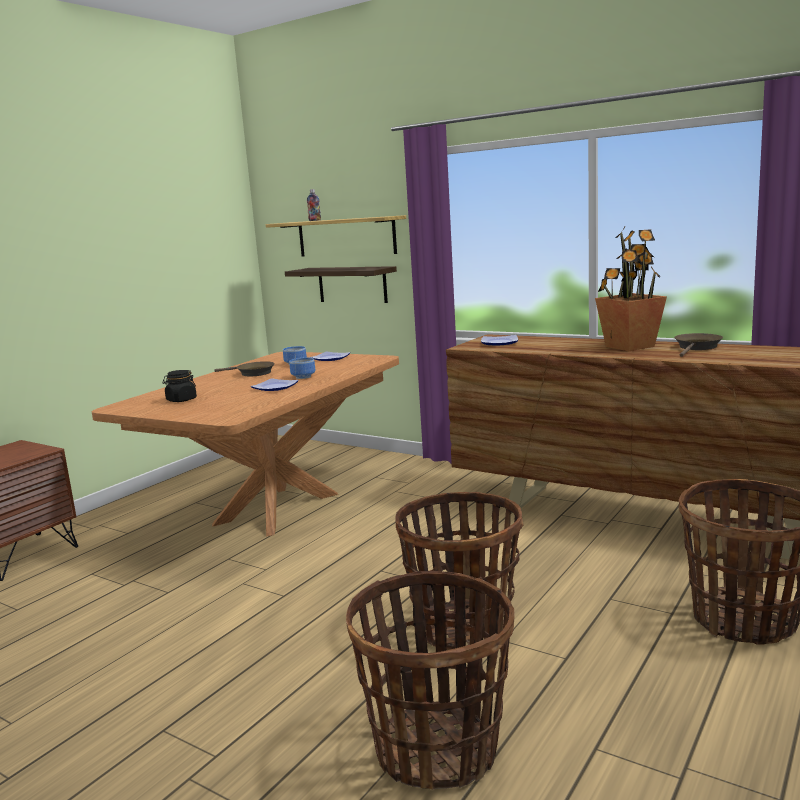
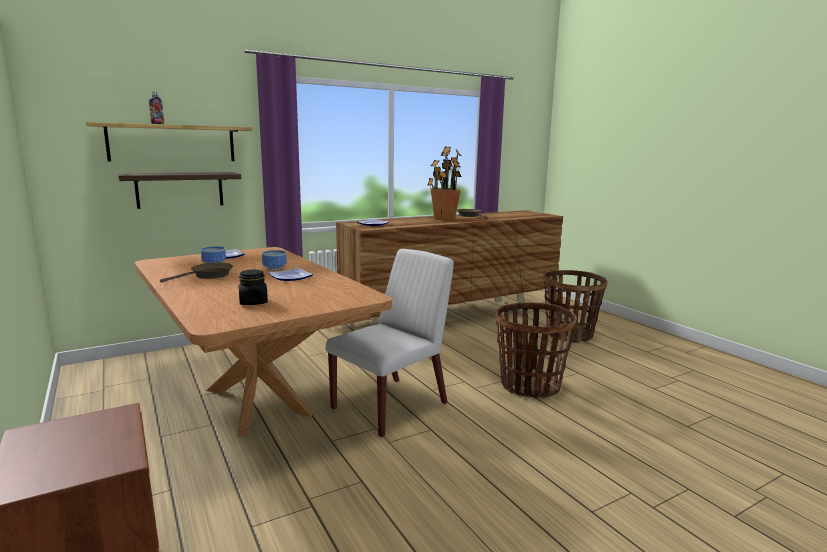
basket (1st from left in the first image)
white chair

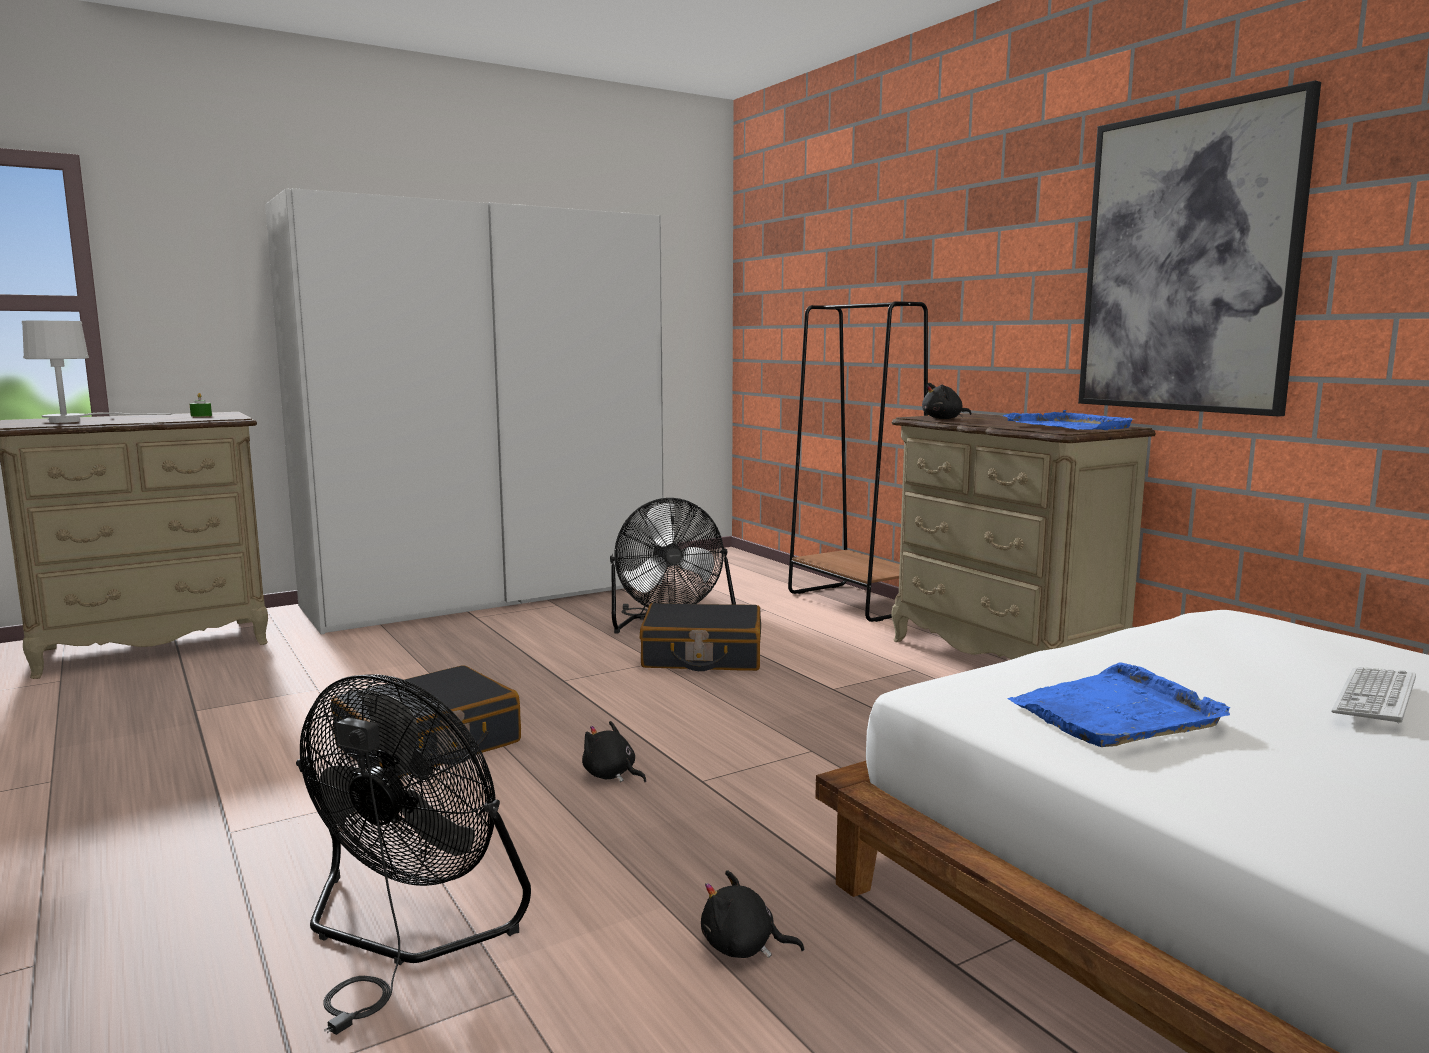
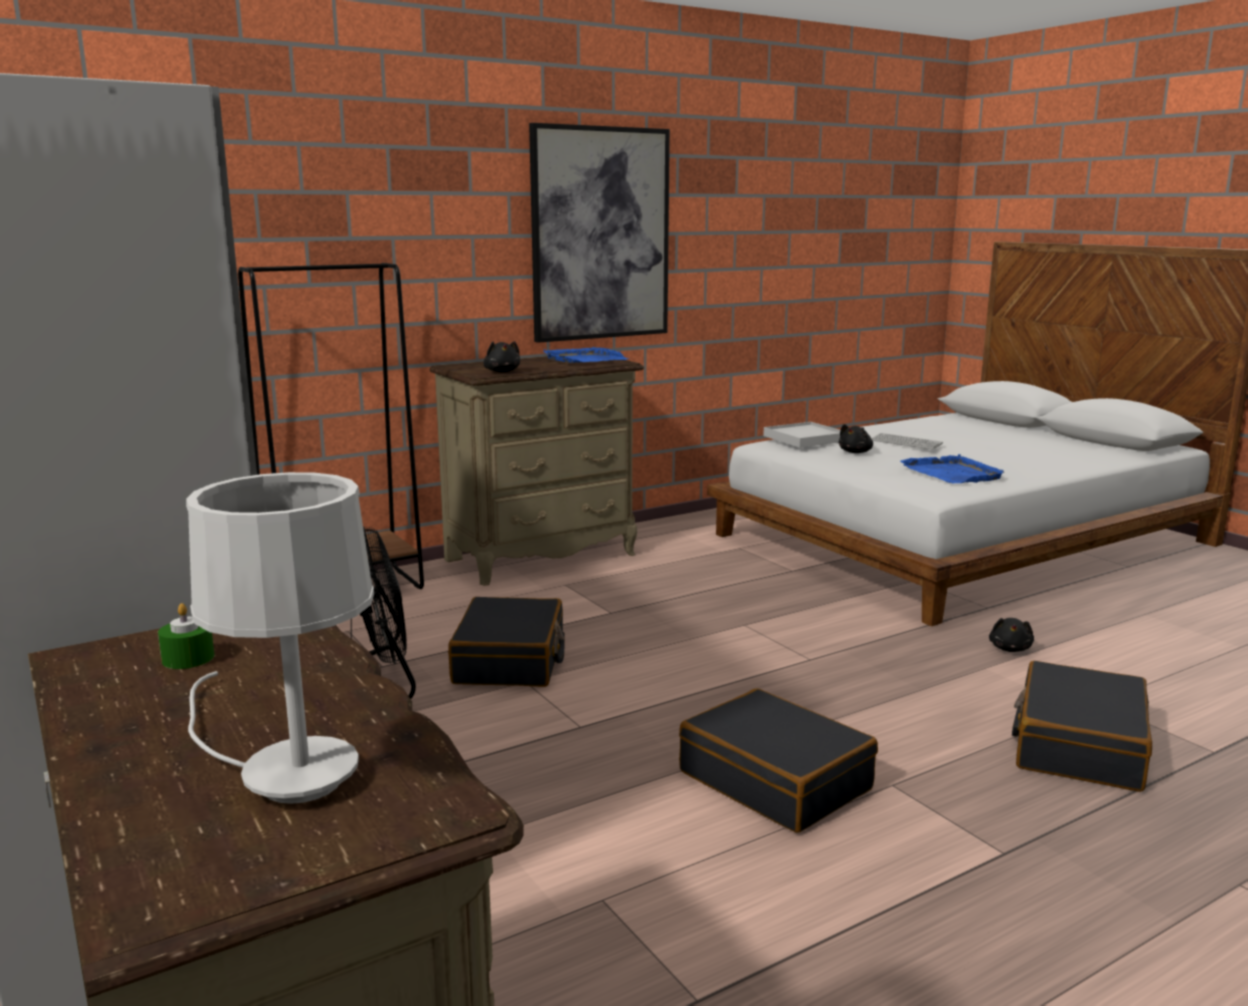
black suitcase (3rd from left)
black plush toy (2nd from left)
white tray

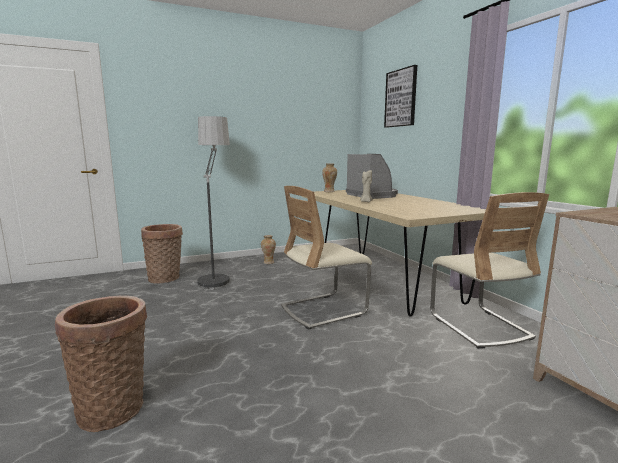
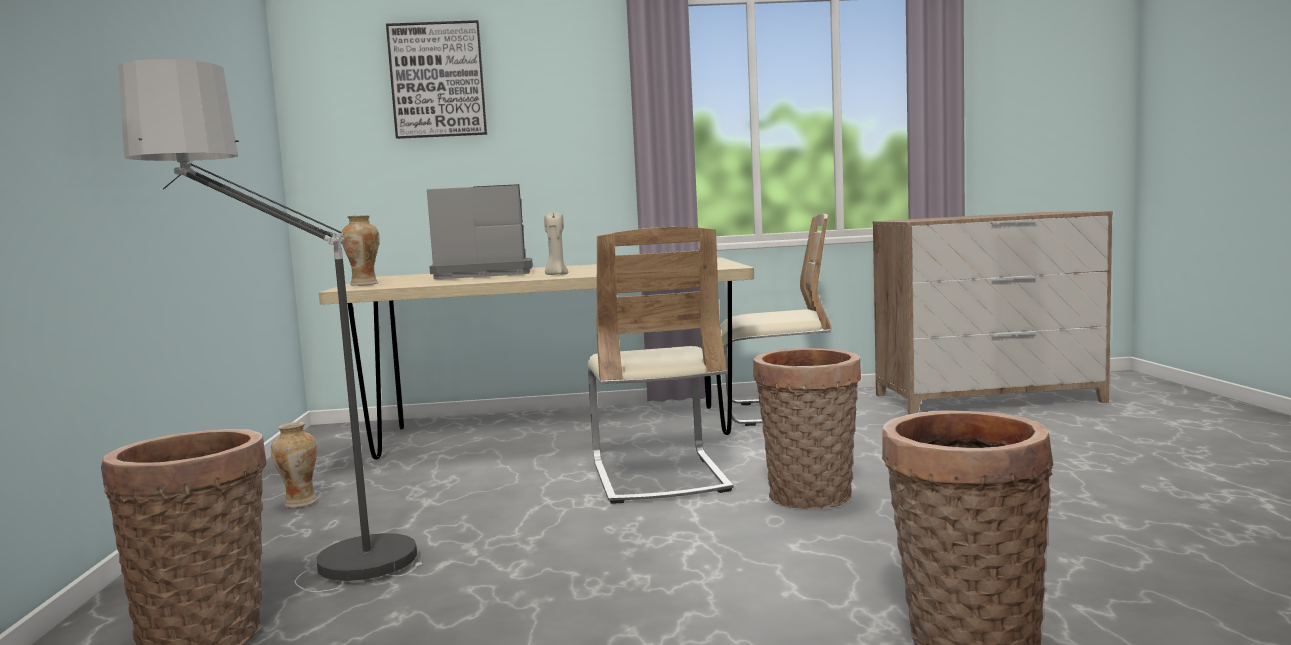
basket (2nd from left)

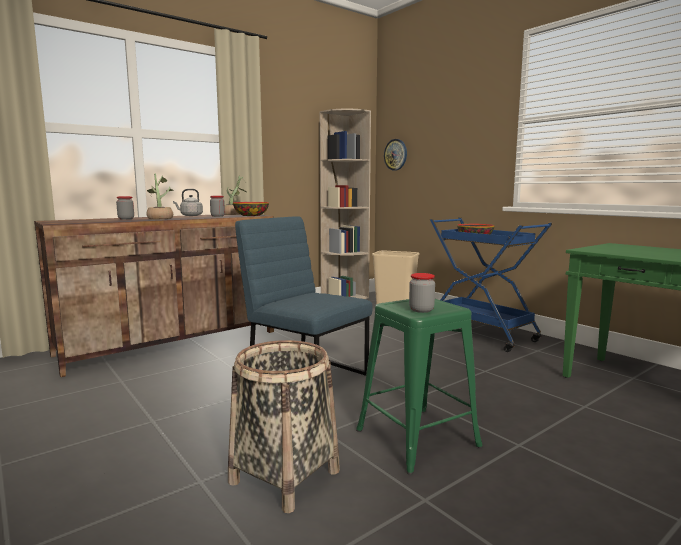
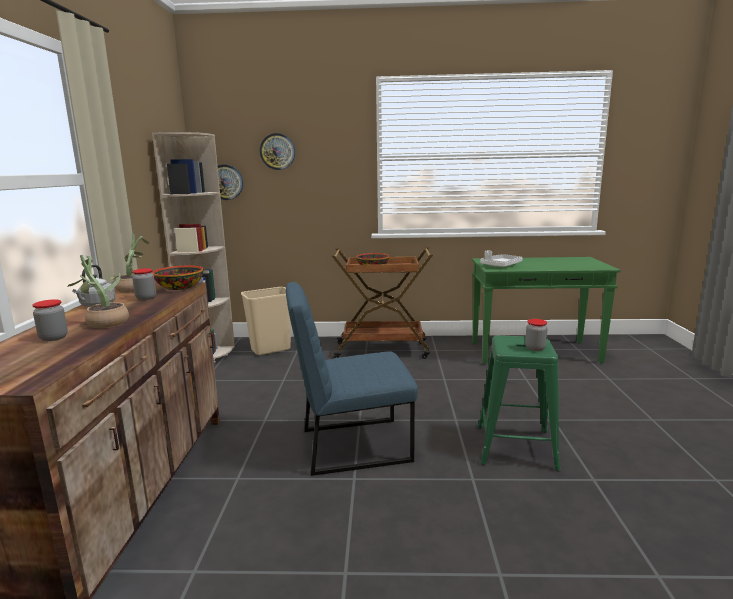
brown cart
basket
wall clock (2nd from left)
grey tray

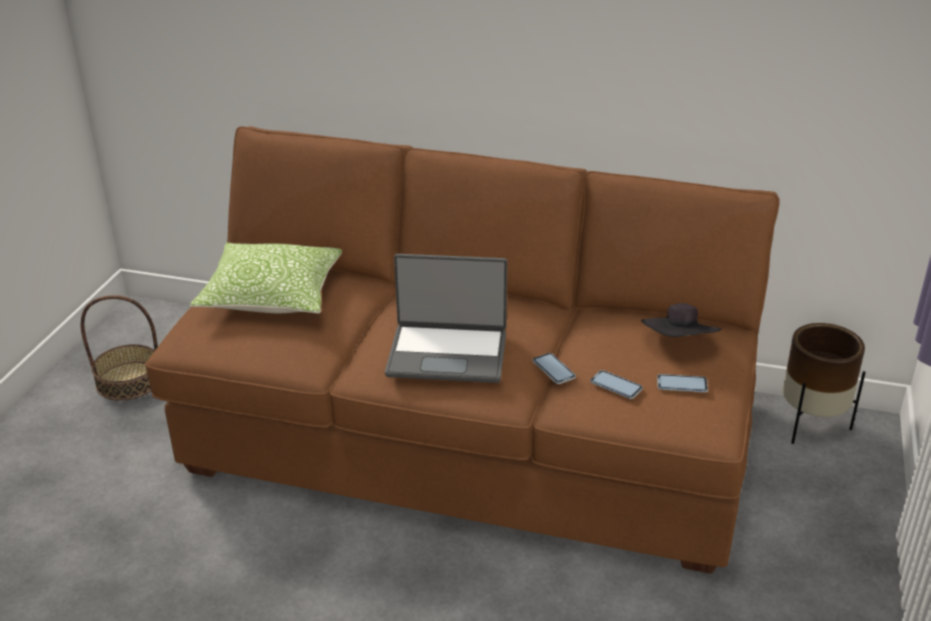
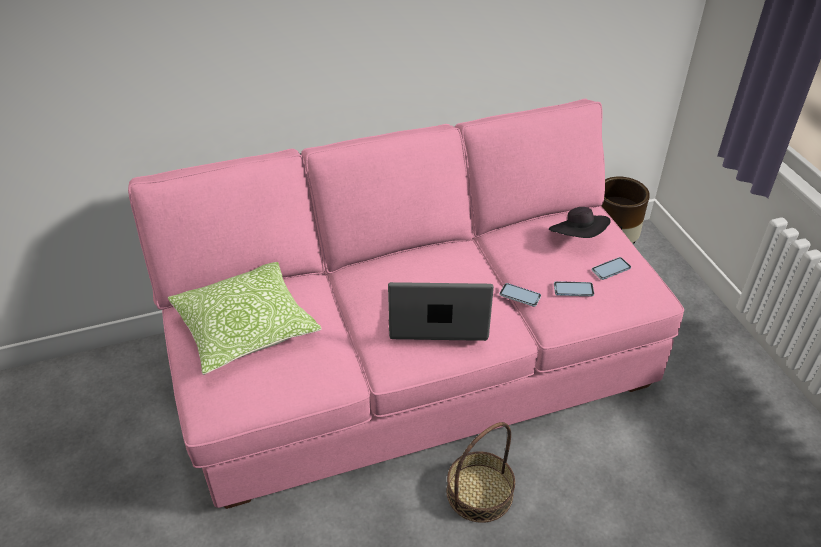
pink sofa
laptop
basket

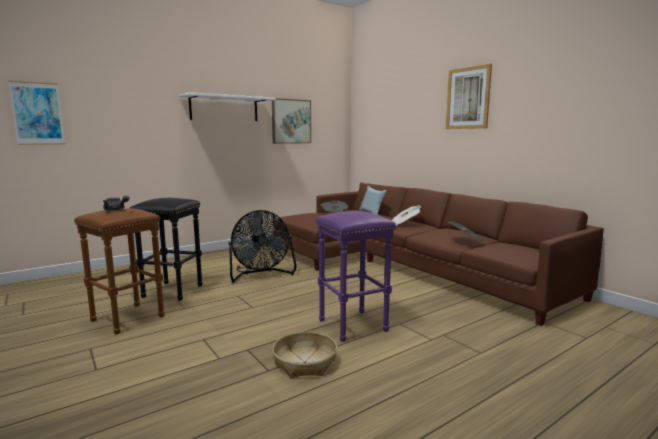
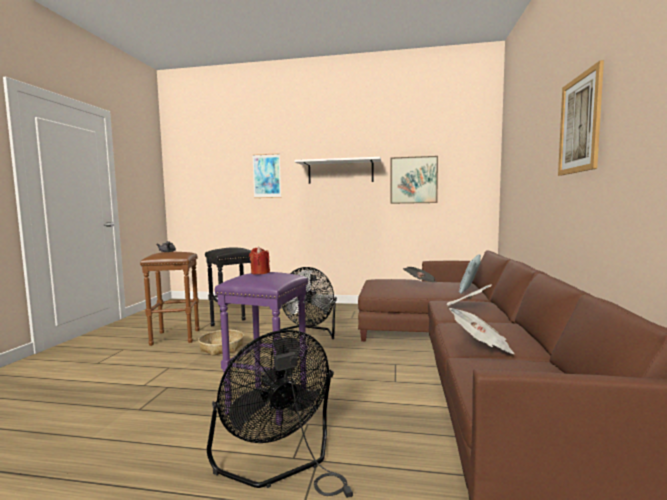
picture (1st from left)
basket
red candle
black fan (1st from left)

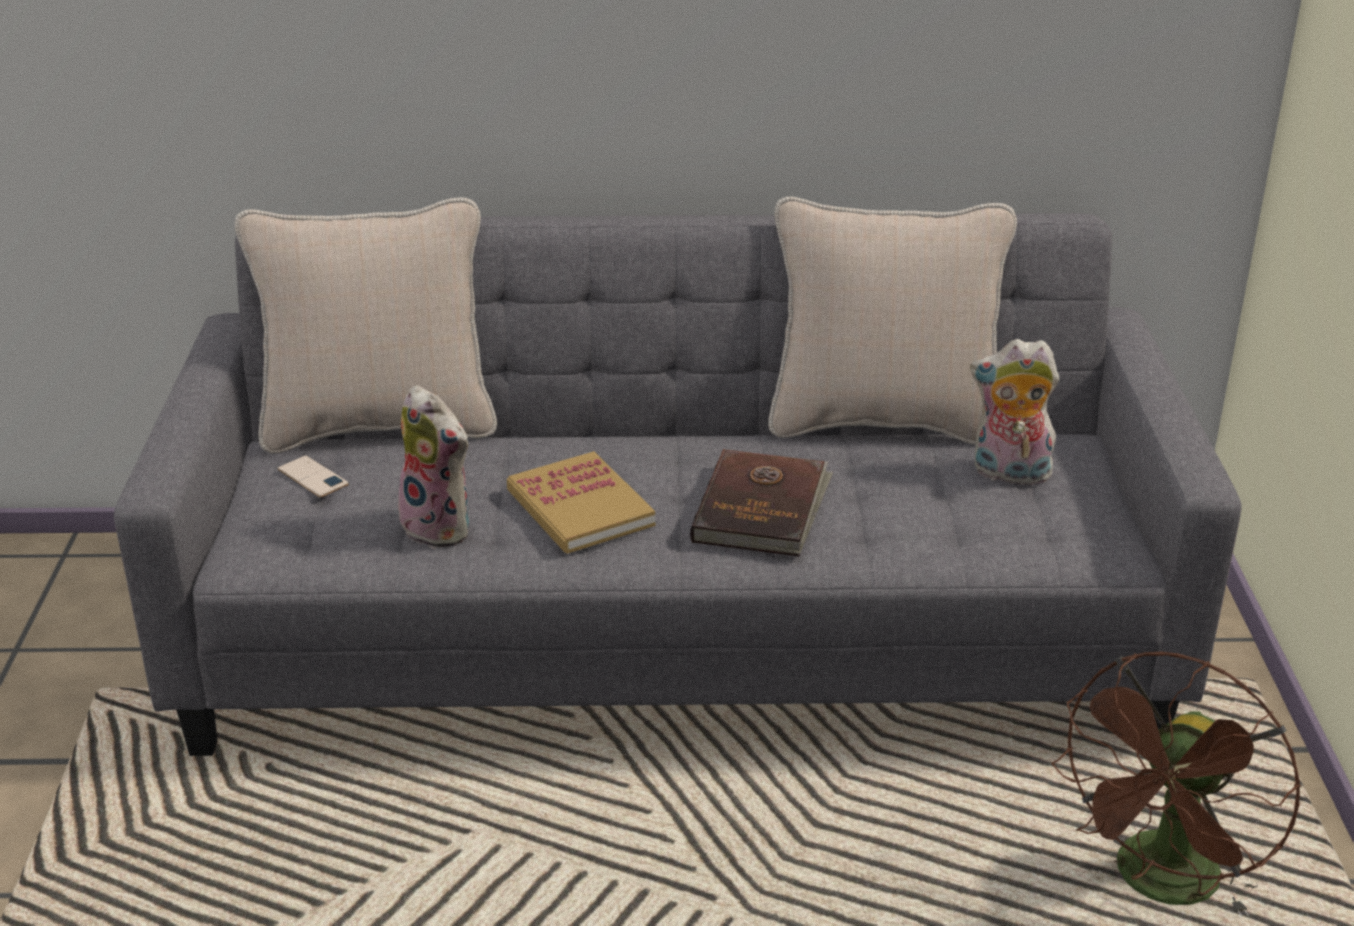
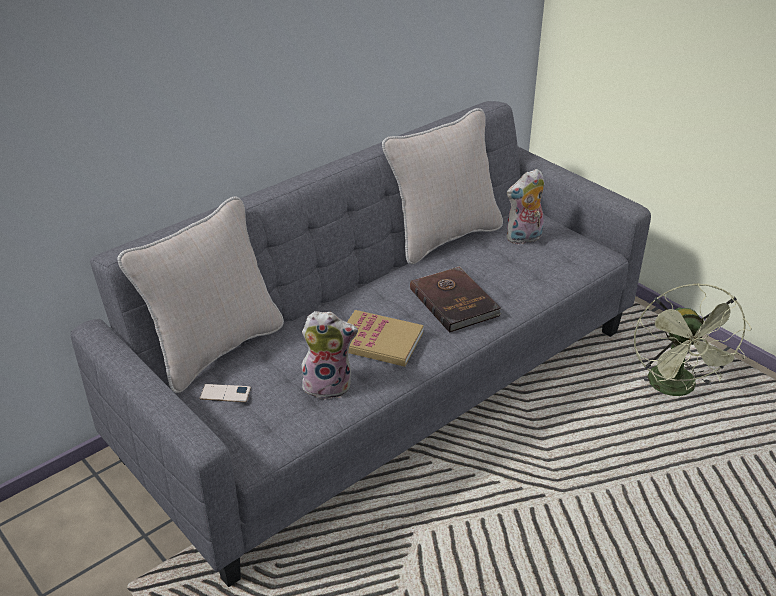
green fan

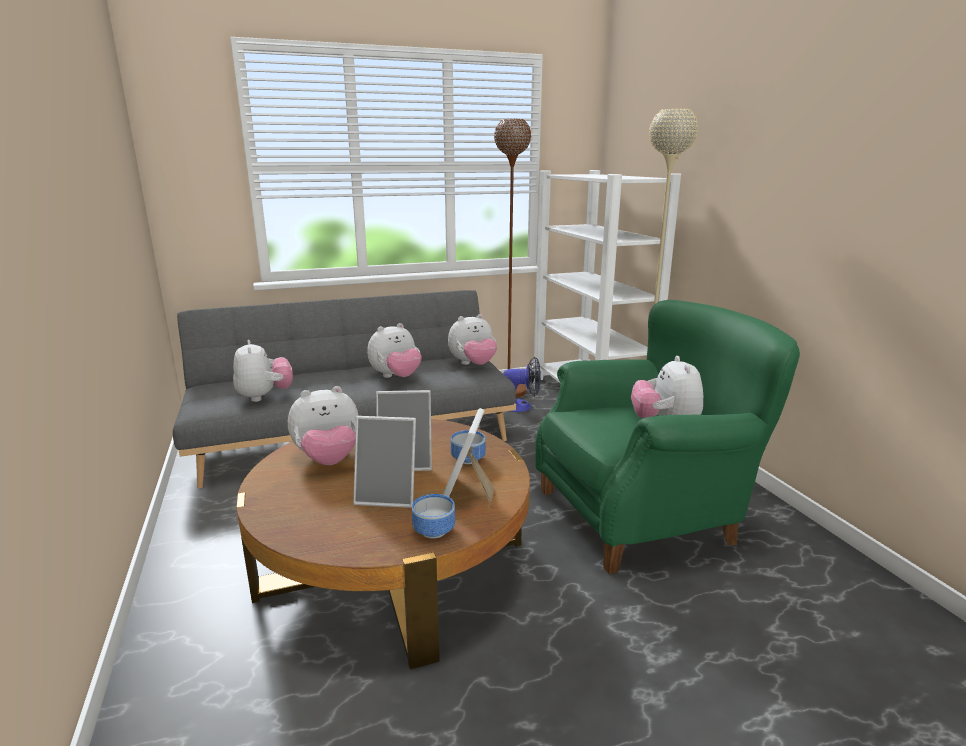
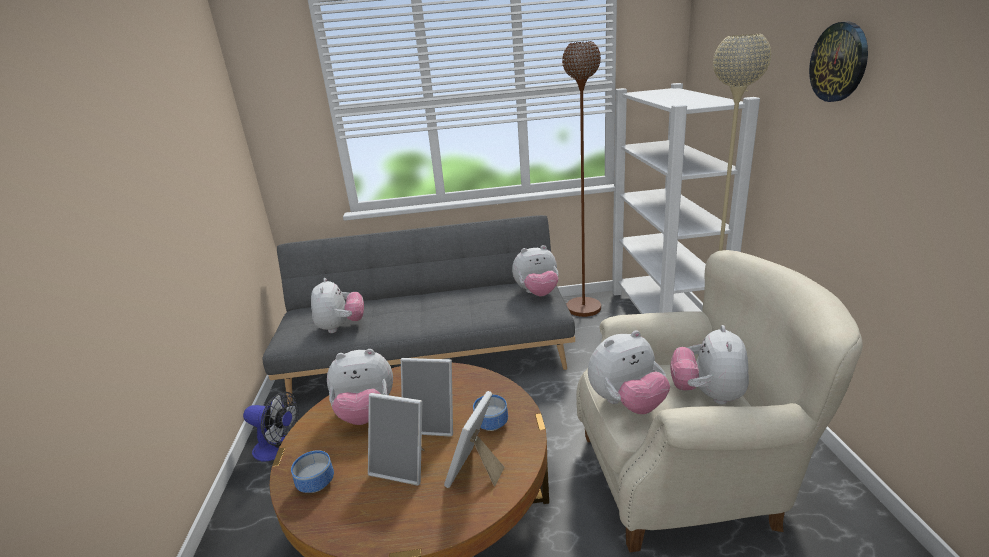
beige armchair
plush toy (4th from left)
fan
bowl (1st from left)
wall clock

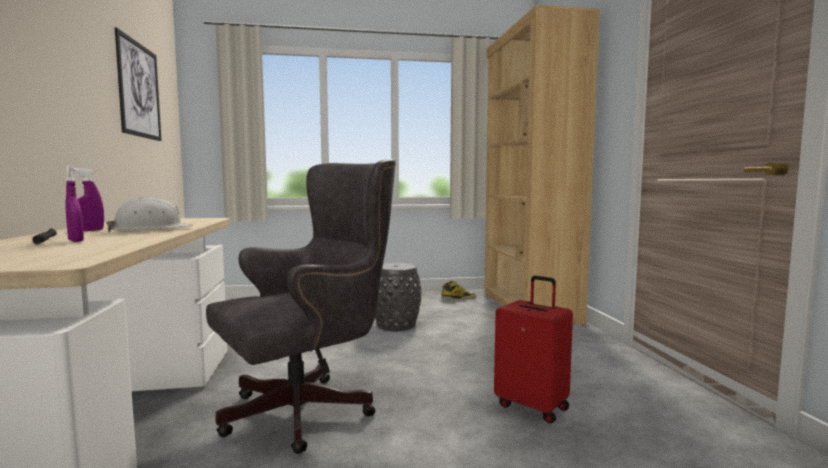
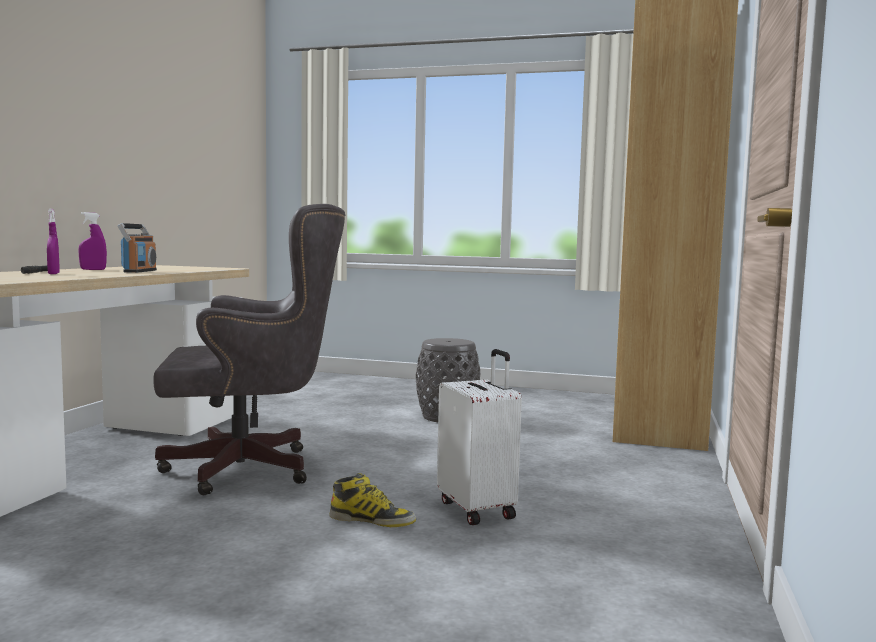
picture
radio
white suitcase
boot

